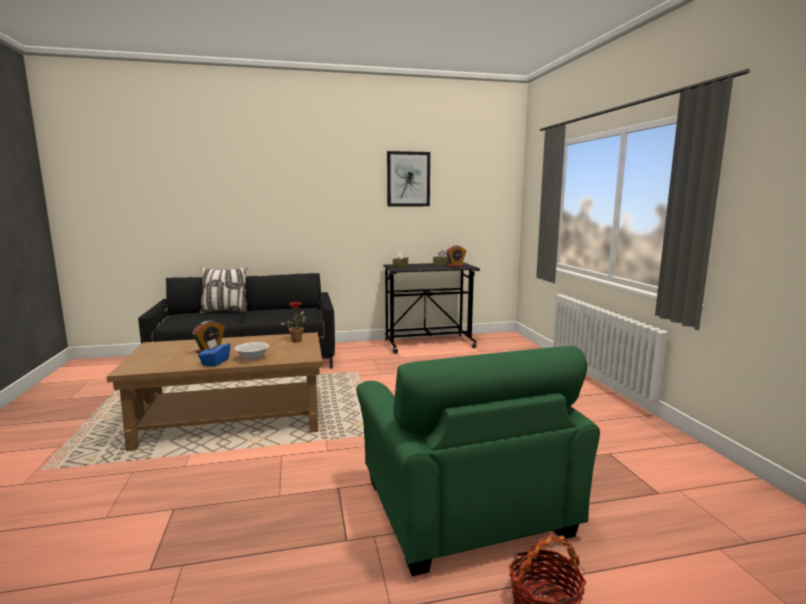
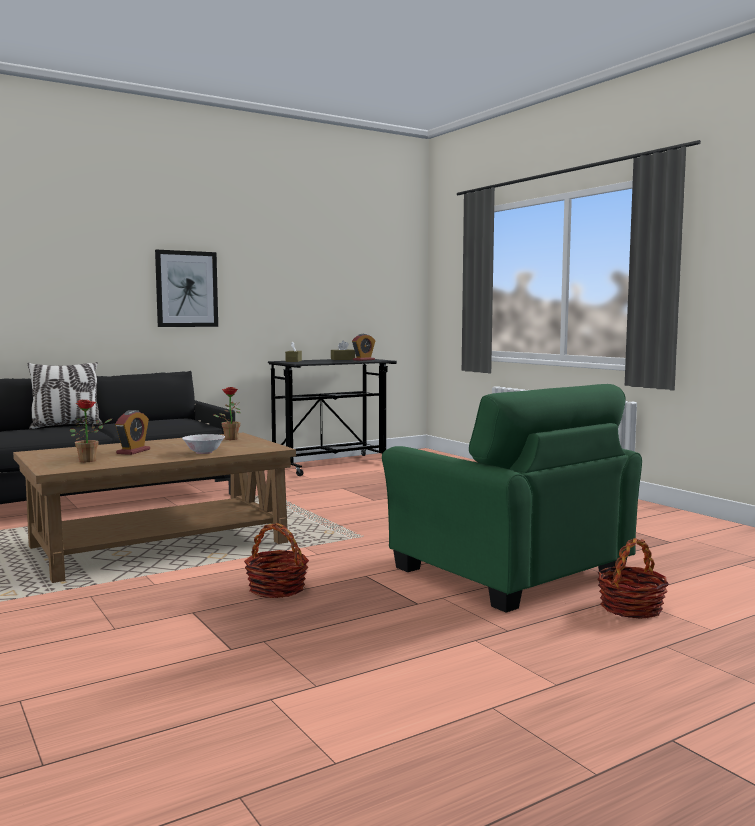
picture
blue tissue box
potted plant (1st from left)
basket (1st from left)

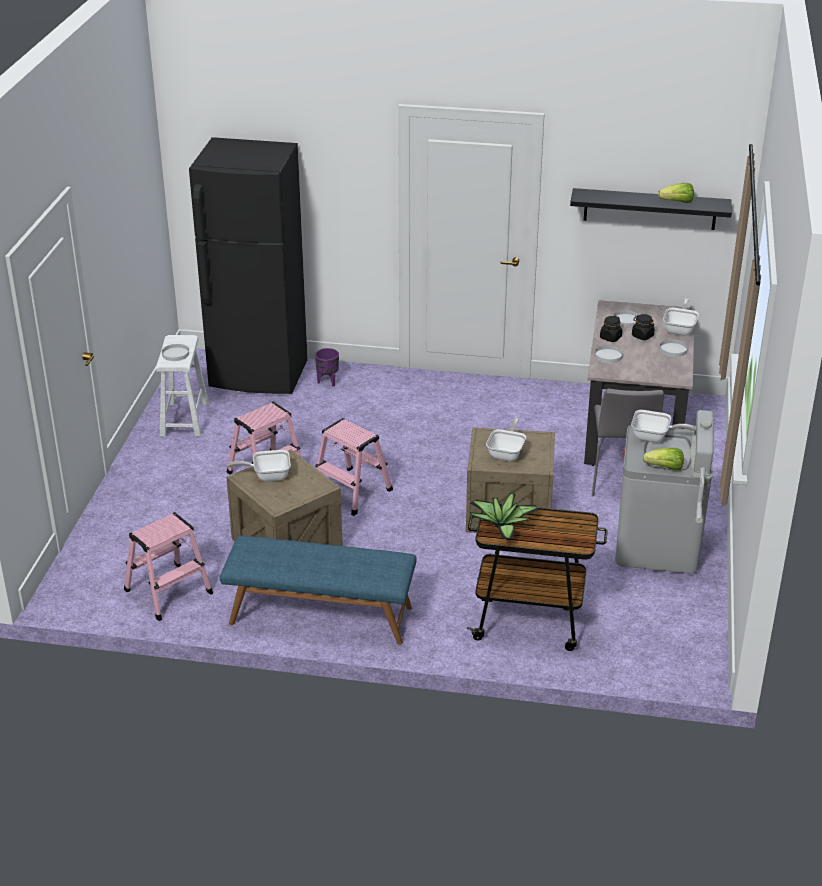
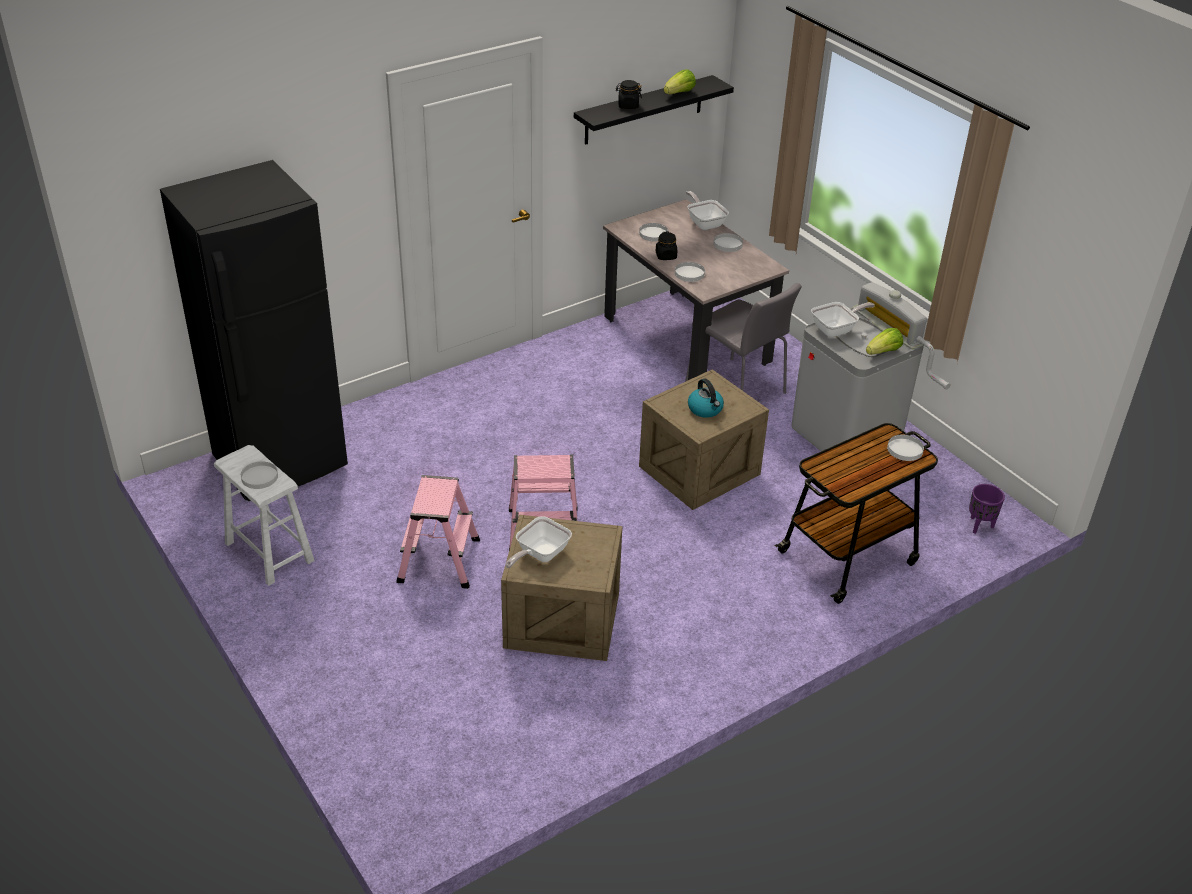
black jar (1st from left)
purple planter
kettle
potted plant
pink step ladder (1st from left in the first image)
blue bench
white plate (5th from left)

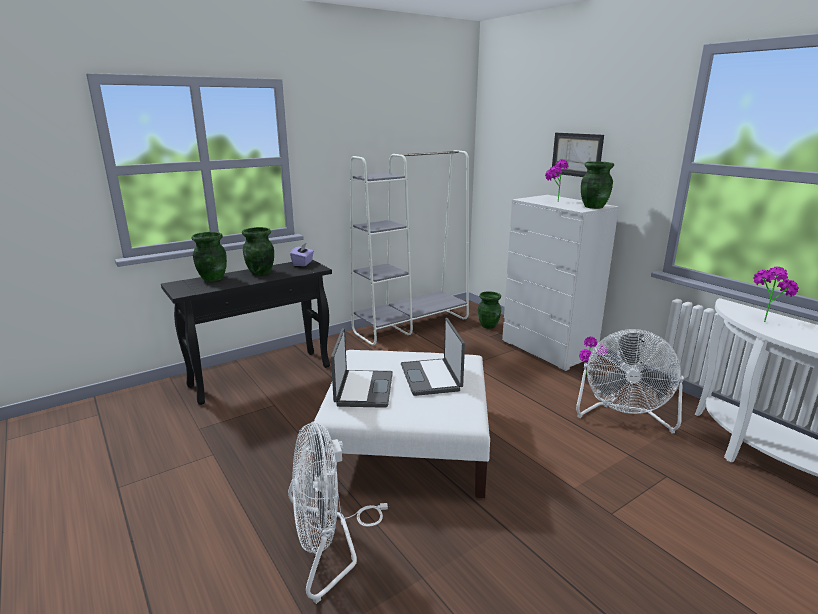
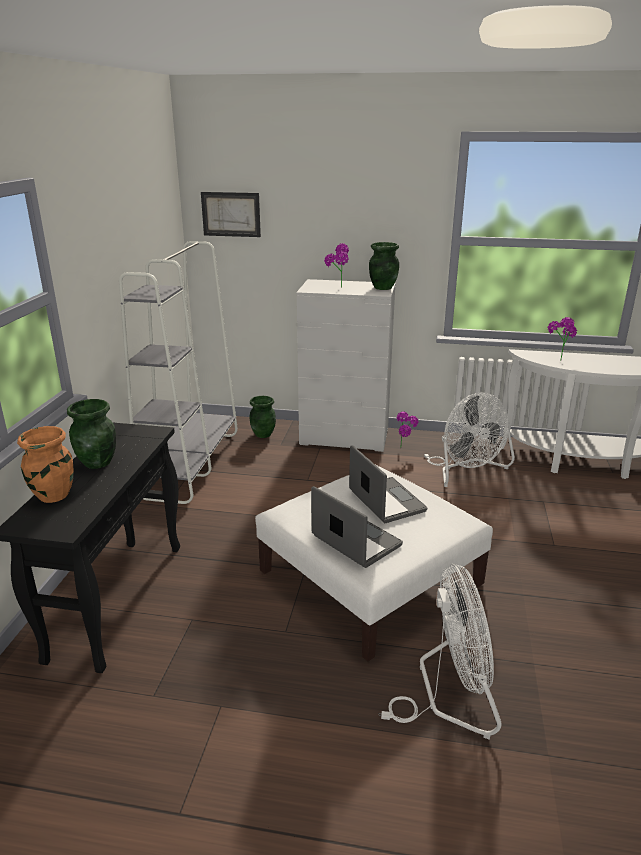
picture
orange vase
purple tissue box
laptop (2nd from left)
white fan (1st from left)

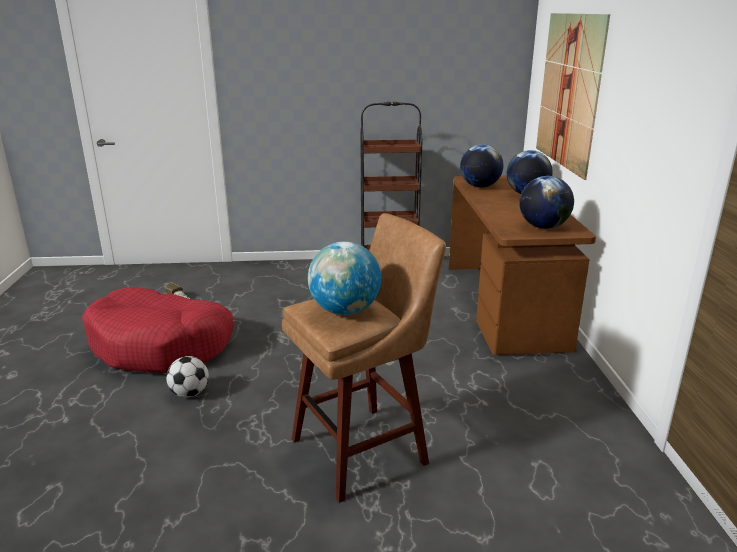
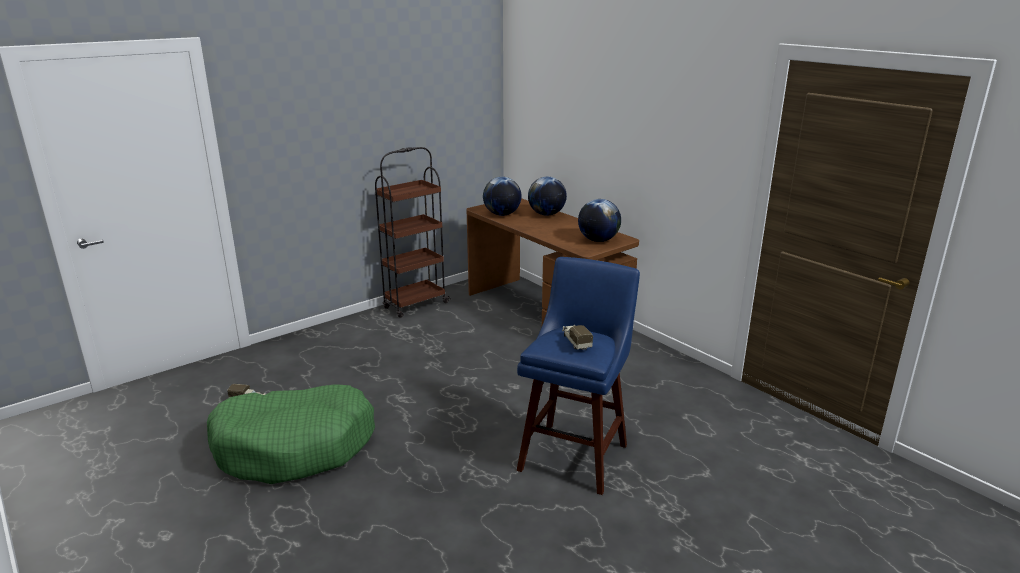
picture
blue stool
toy truck (2nd from left)
green dog bed
football

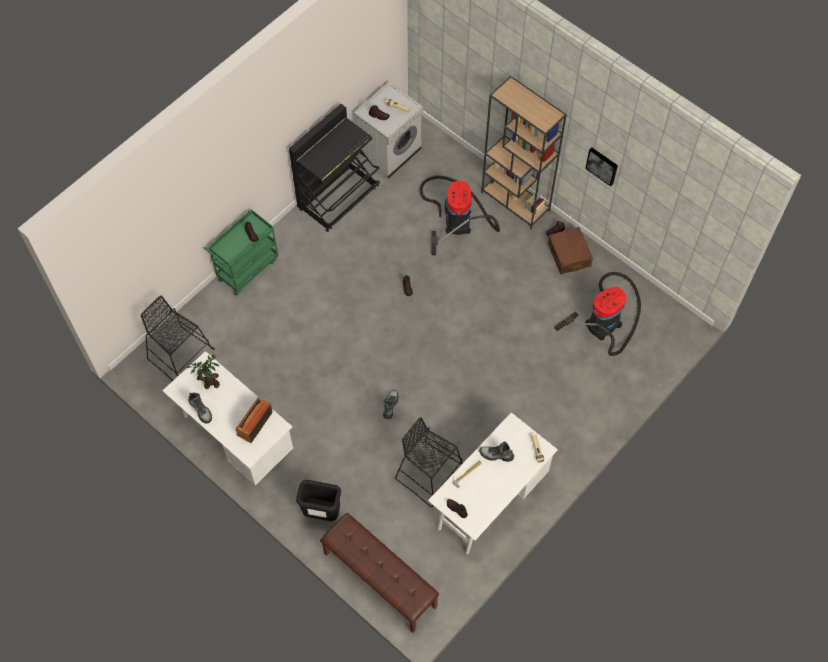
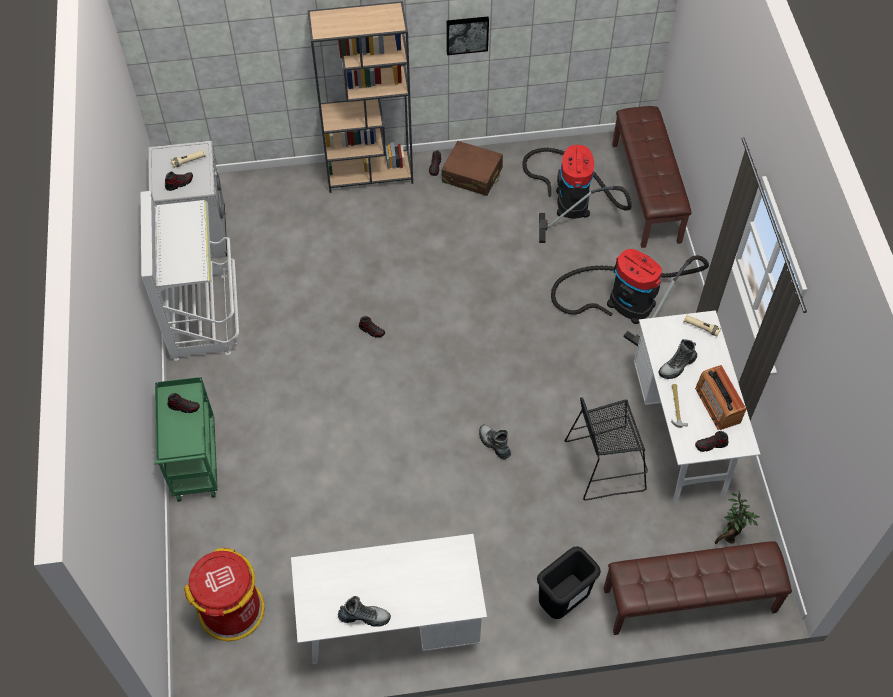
white shoe rack
vacuum cleaner (2nd from left)
red trash can
potted plant
radio
brown bench (1st from left)

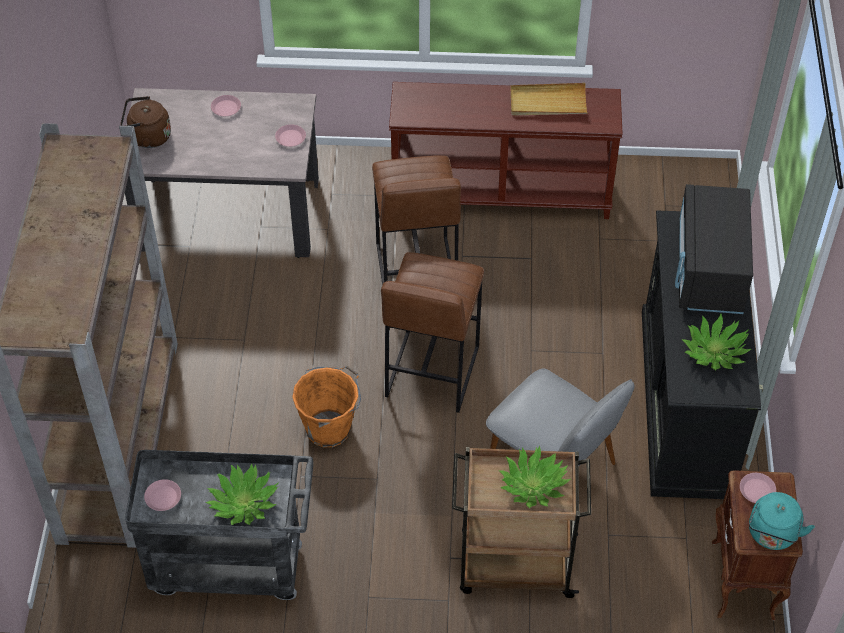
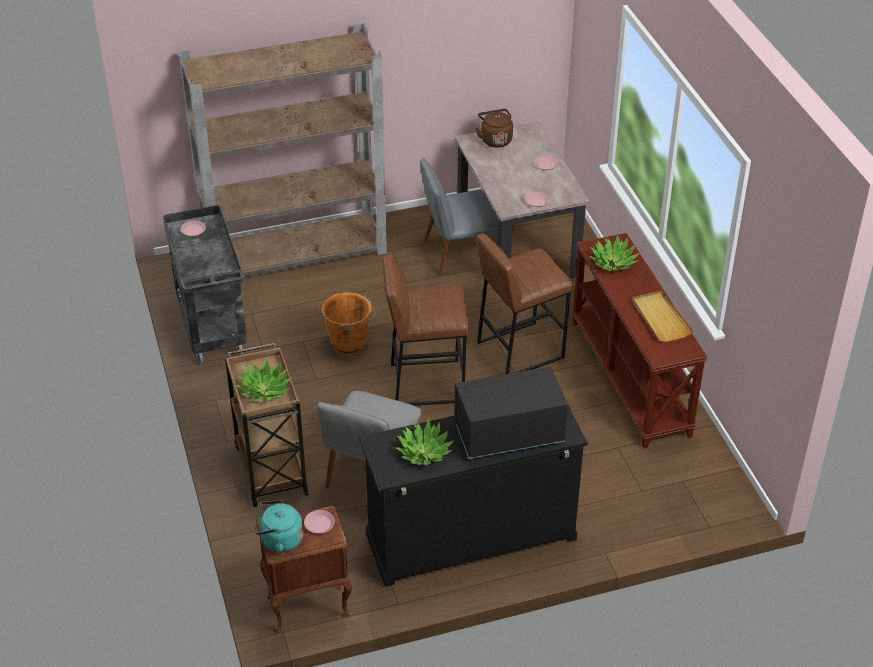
potted plant (3rd from left)
grey chair (2nd from left)

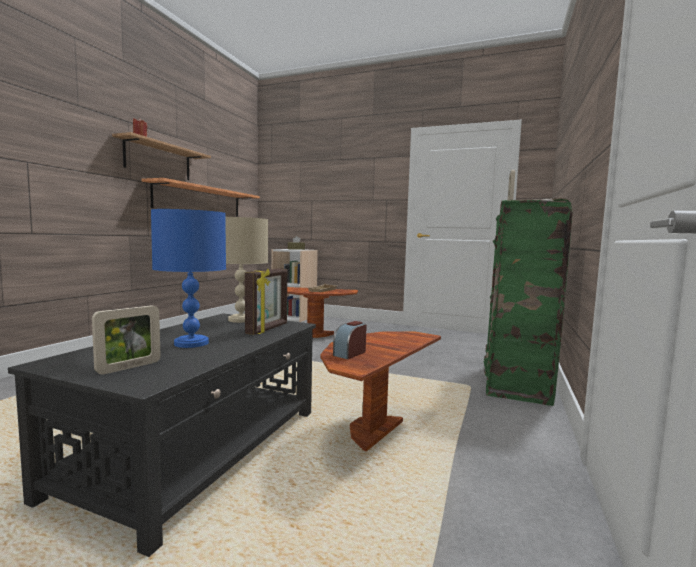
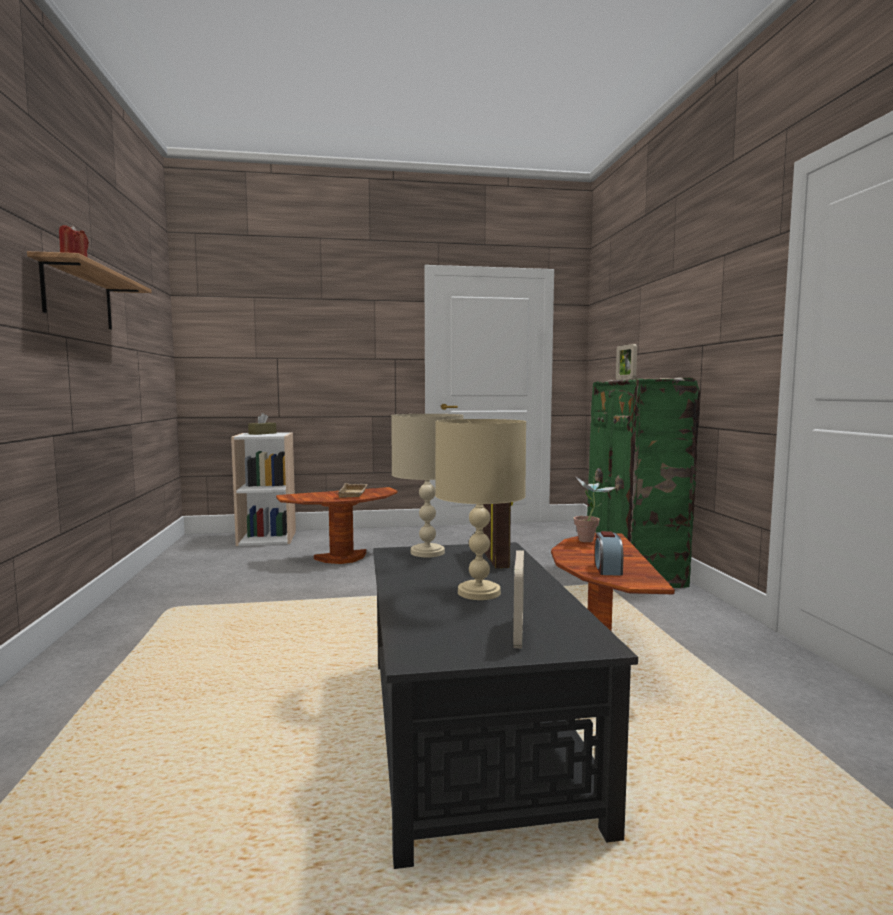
shelf (2nd from left in the first image)
beige table lamp (2nd from left)
potted plant

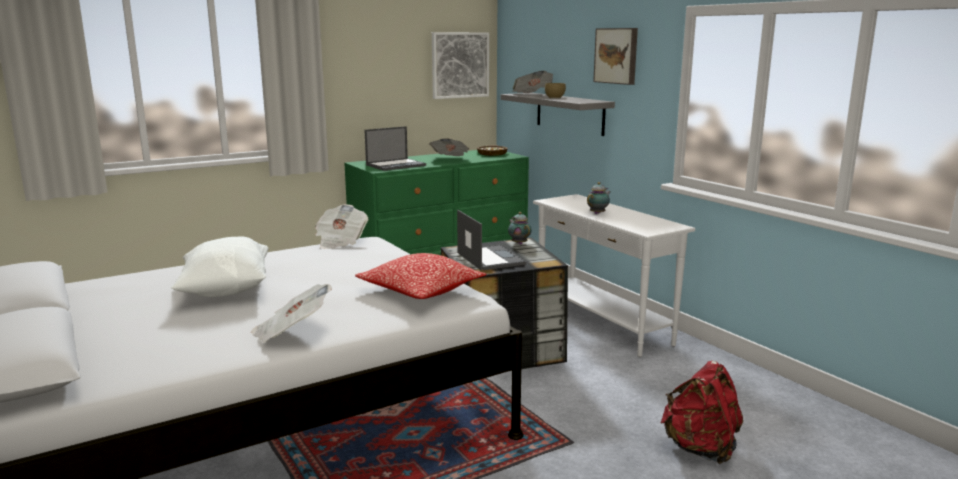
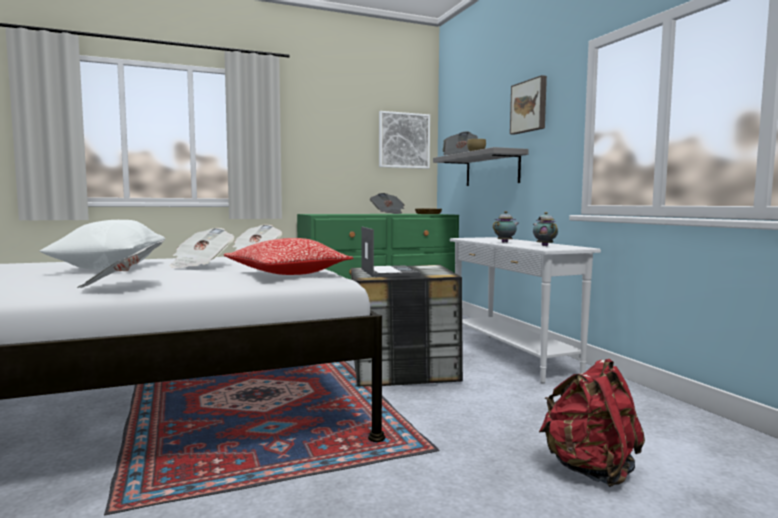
laptop (1st from left in the first image)
teapot (2nd from left)
newspaper (2nd from left)

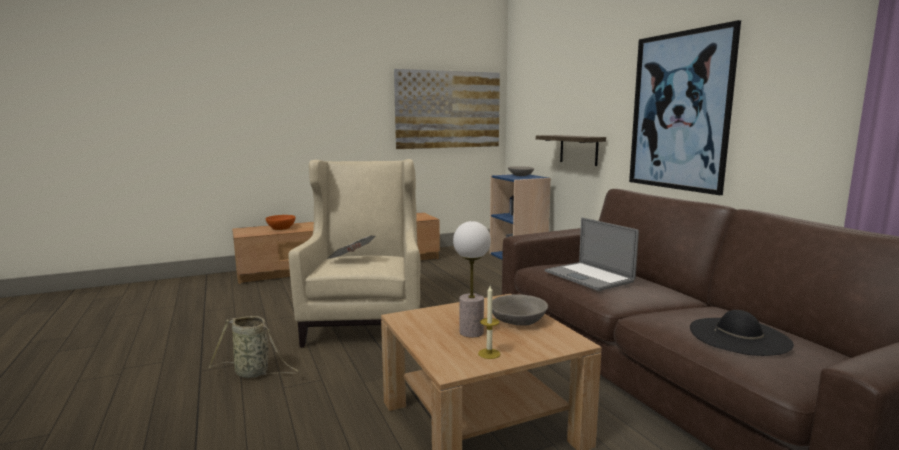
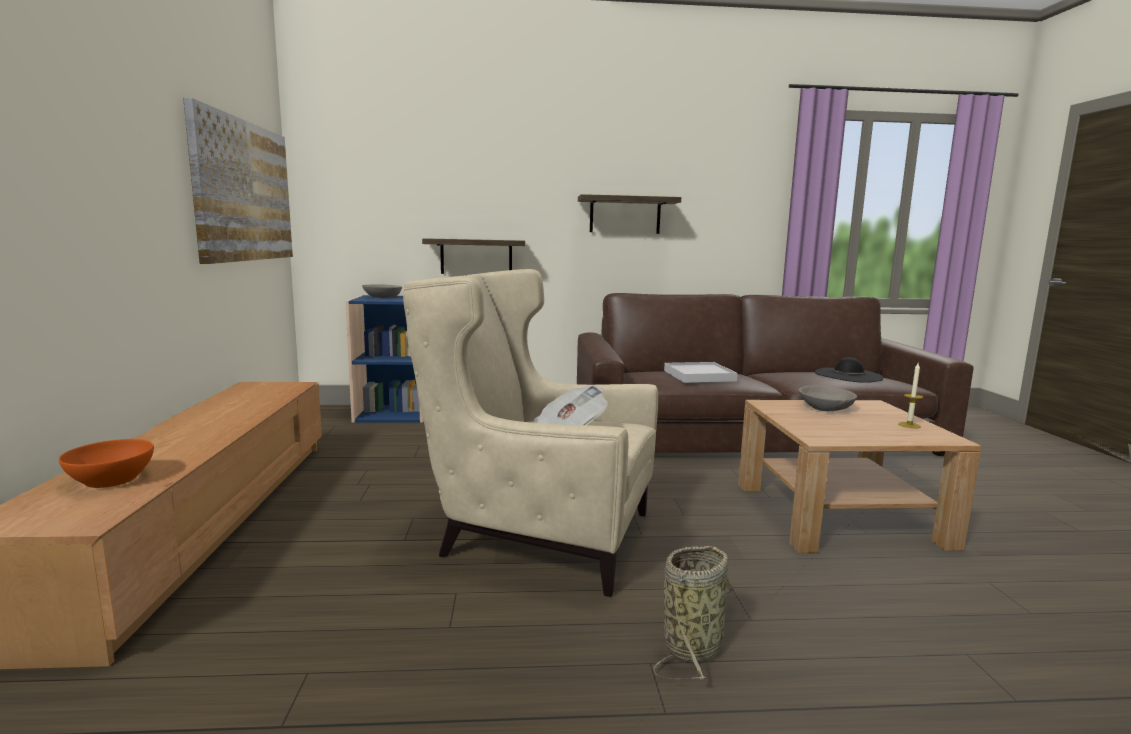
shelf (2nd from left)
white tray
table lamp

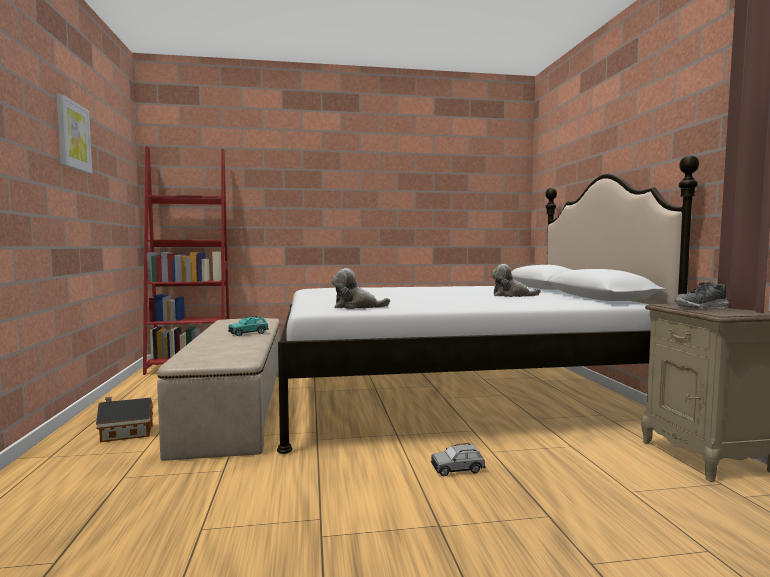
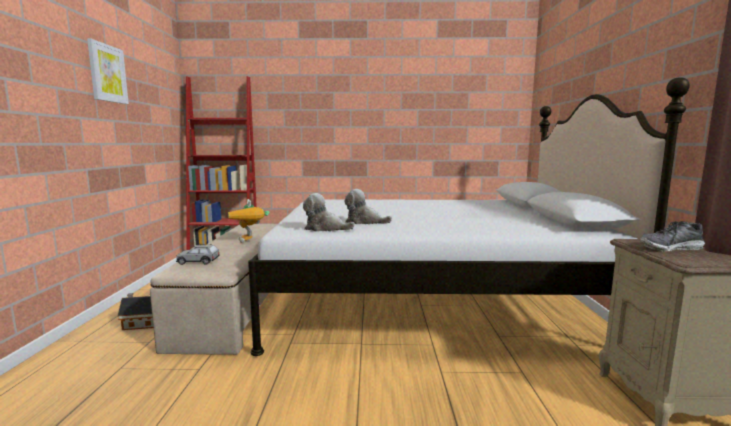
plush toy (2nd from left)
toy robot
grey toy car

